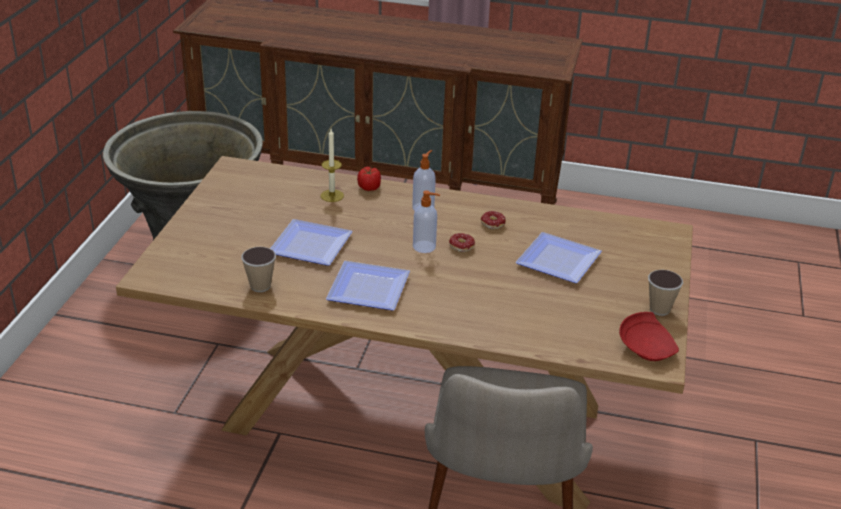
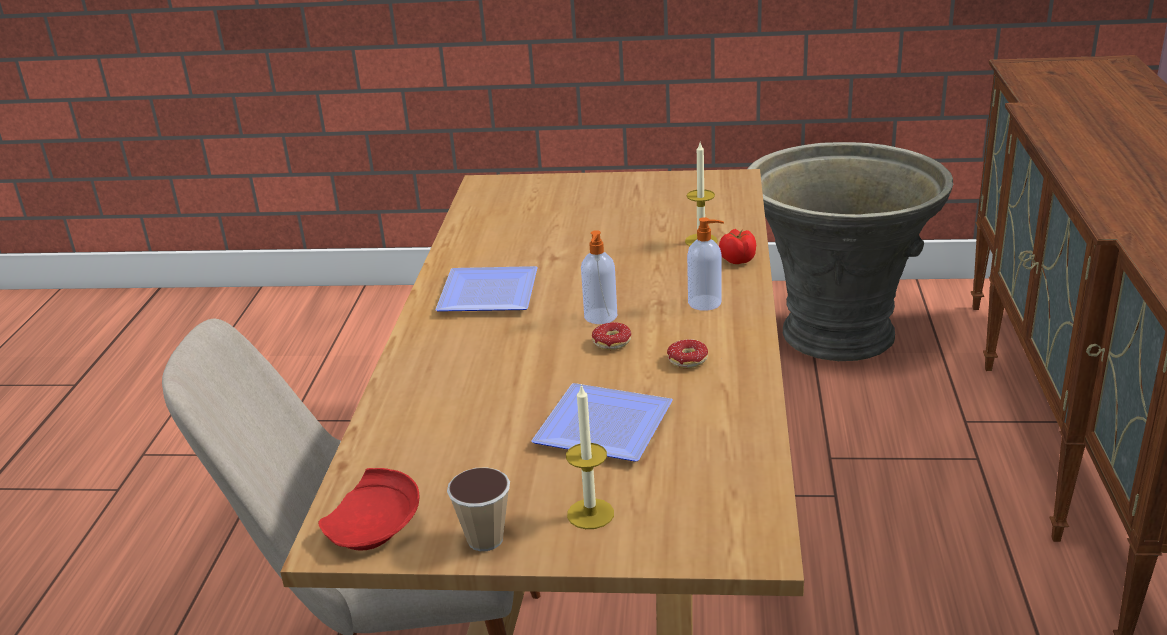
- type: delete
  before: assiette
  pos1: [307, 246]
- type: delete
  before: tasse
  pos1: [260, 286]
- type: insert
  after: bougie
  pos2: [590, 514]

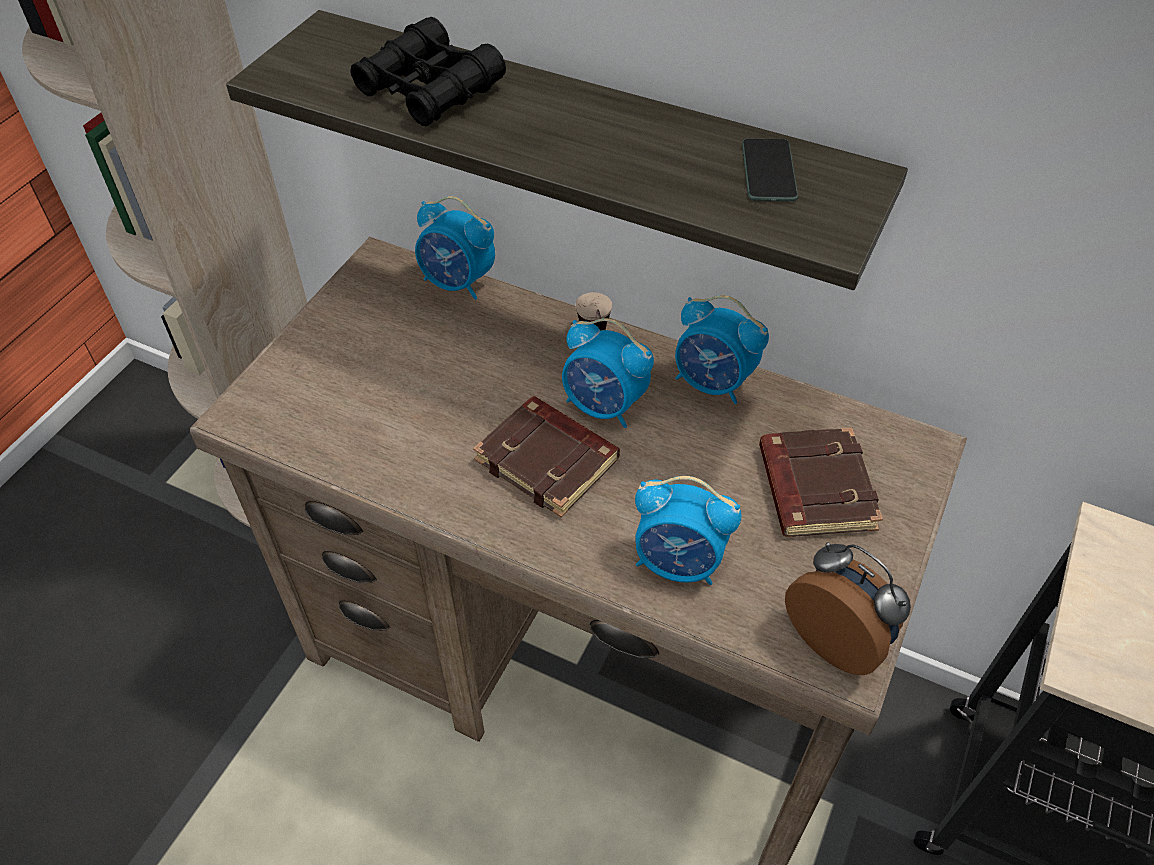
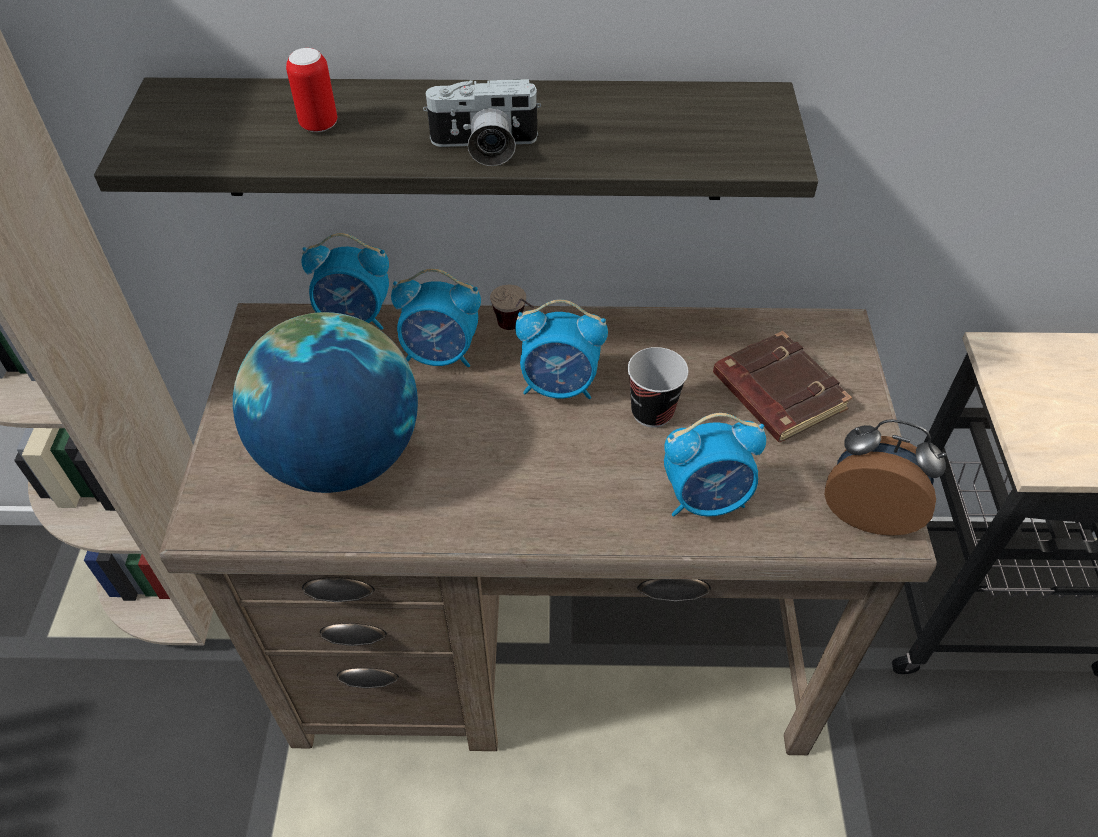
- type: replace
  before: jumelles [noir]
  after: boîte métallique
  pos1: [429, 89]
  pos2: [319, 125]
- type: delete
  before: téléphone
  pos1: [768, 171]
- type: move
  before: réveil
  pos1: [713, 383]
  pos2: [441, 355]
- type: delete
  before: livre [marron]
  pos1: [549, 461]
- type: insert
  after: appareil photo
  pos2: [484, 148]
- type: insert
  after: globe
  pos2: [341, 457]
- type: insert
  after: tasse
  pos2: [652, 412]

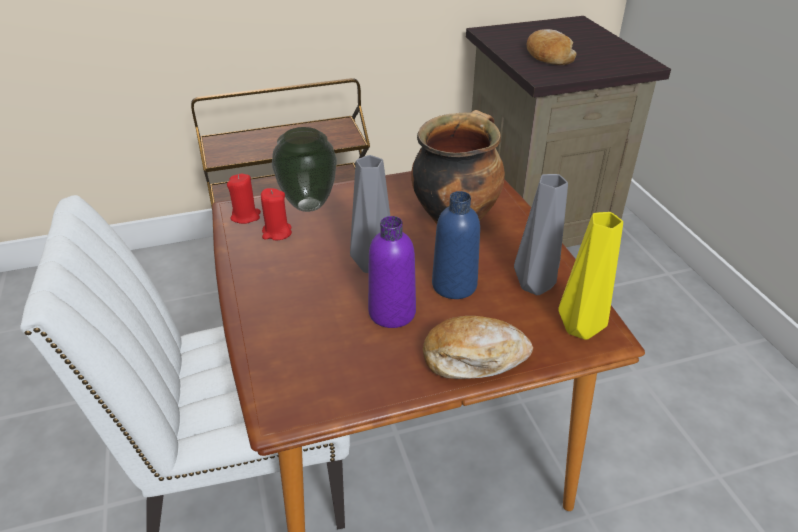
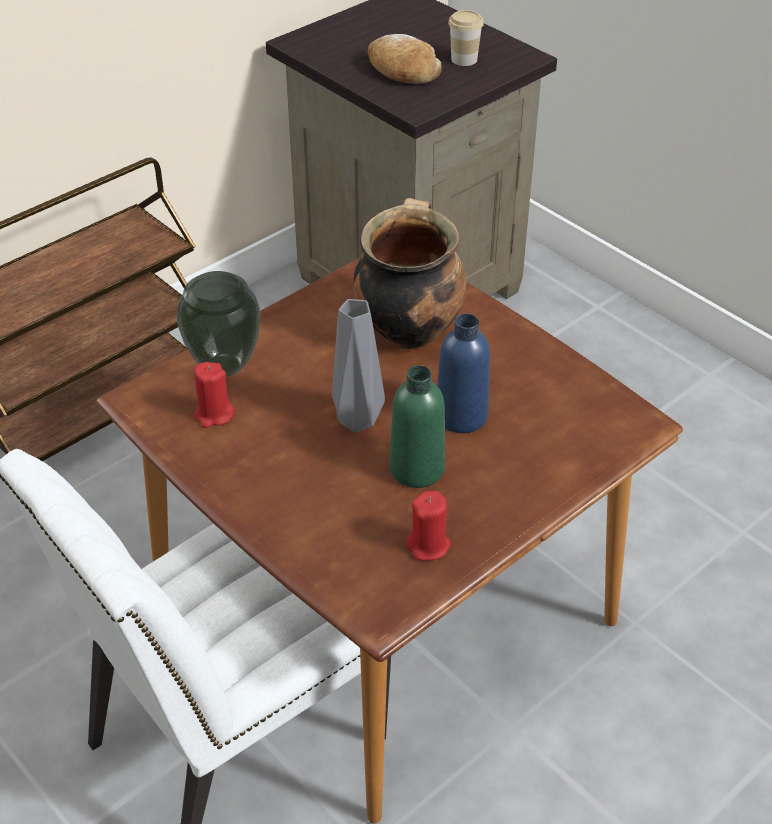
- type: move
  before: bougie [rouge]
  pos1: [246, 216]
  pos2: [428, 545]
- type: delete
  before: vase [gris]
  pos1: [536, 287]
- type: delete
  before: vase [jaune]
  pos1: [580, 327]
- type: recolor
  before: bouteille [violet]
  after: bouteille [vert]
  pos1: [392, 312]
  pos2: [417, 469]
- type: delete
  before: pain
  pos1: [474, 357]
- type: insert
  after: tasse
  pos2: [464, 59]

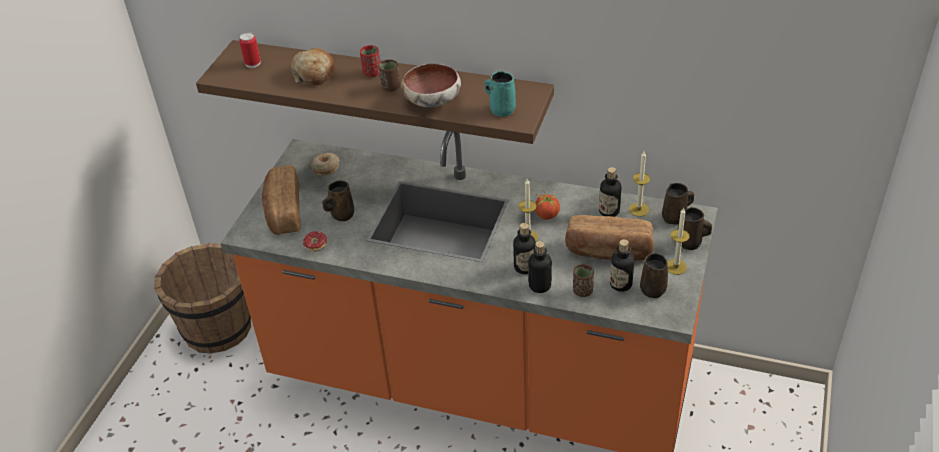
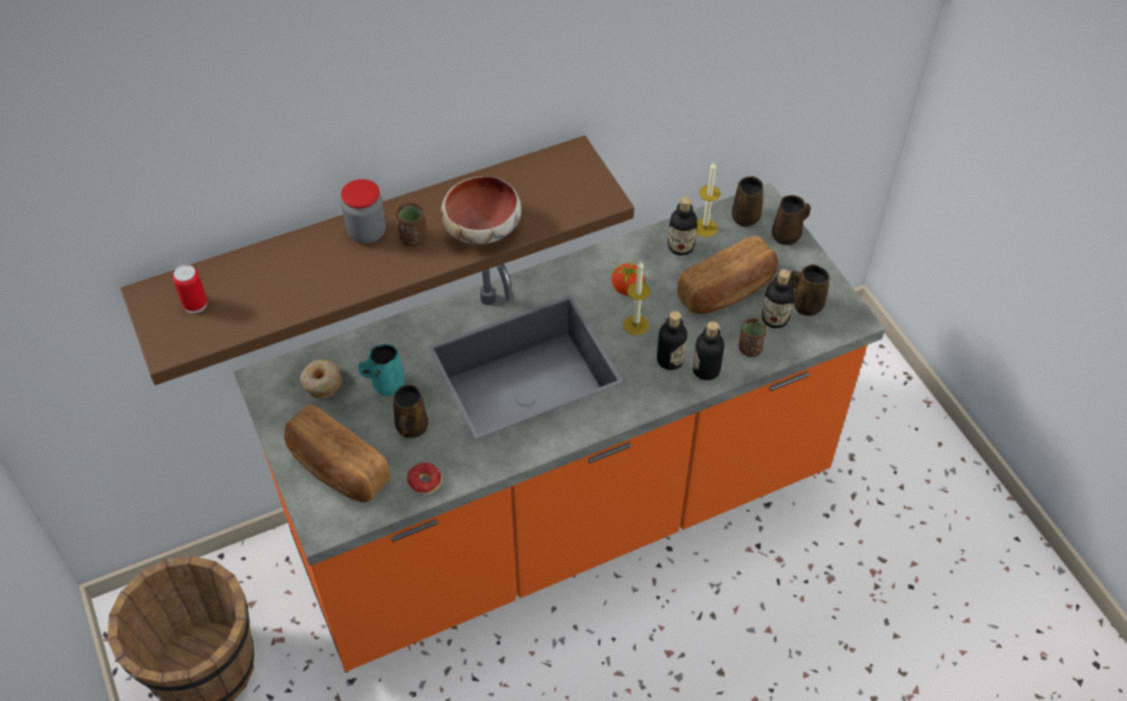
- type: replace
  before: tasse [rouge]
  after: bocal
  pos1: [372, 73]
  pos2: [367, 232]
- type: delete
  before: pain
  pos1: [314, 74]
- type: move
  before: mug [turquoise]
  pos1: [501, 109]
  pos2: [386, 384]
- type: delete
  before: bougie
  pos1: [676, 267]

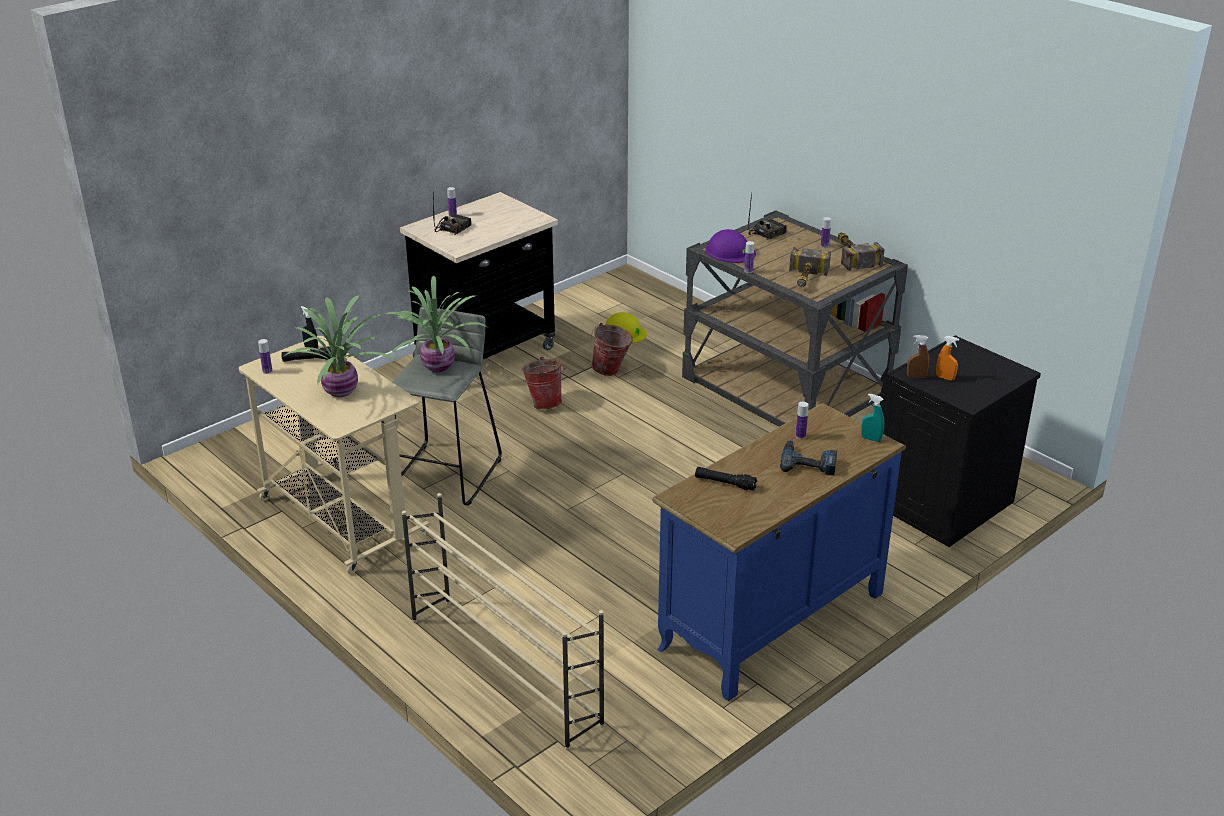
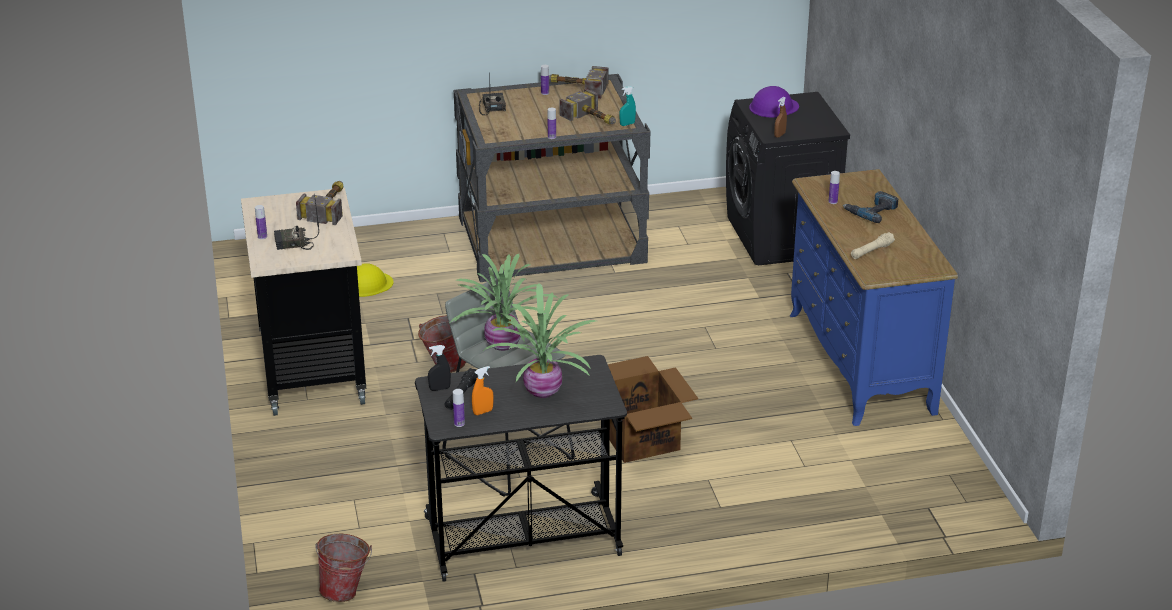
- type: rotate
  before: radio
  pos1: [452, 228]
  pos2: [293, 244]
  turn: -75
- type: move
  before: casque de chantier [violet]
  pos1: [730, 252]
  pos2: [773, 107]
- type: move
  before: seau
  pos1: [611, 371]
  pos2: [346, 591]
- type: recolor
  before: bureau [beige]
  after: bureau [noir]
  pos1: [343, 517]
  pos2: [522, 537]
- type: move
  before: vaporisateur [orange]
  pos1: [945, 378]
  pos2: [483, 412]
- type: move
  before: vaporisateur [turquoise]
  pos1: [871, 439]
  pos2: [627, 124]
- type: recolor
  before: lampe de poche [noir]
  after: lampe de poche [beige]
  pos1: [725, 483]
  pos2: [871, 251]
- type: delete
  before: étagère à chaussures [beige]
  pos1: [503, 670]
- type: insert
  after: marteau
  pos2: [329, 206]
- type: insert
  after: carton
  pos2: [641, 439]

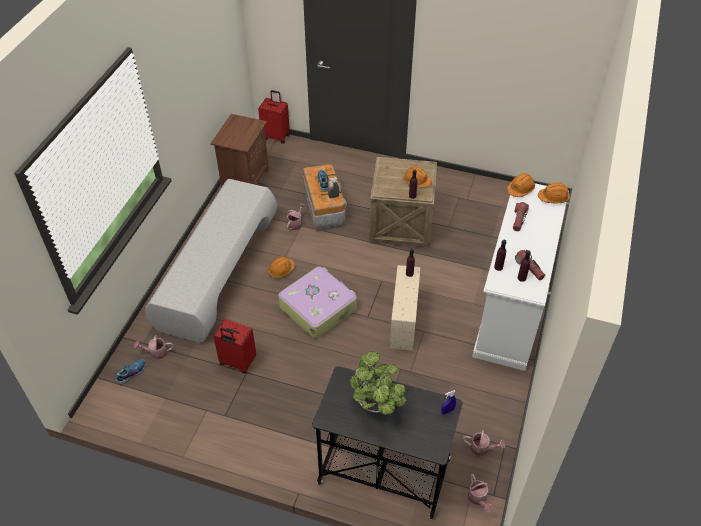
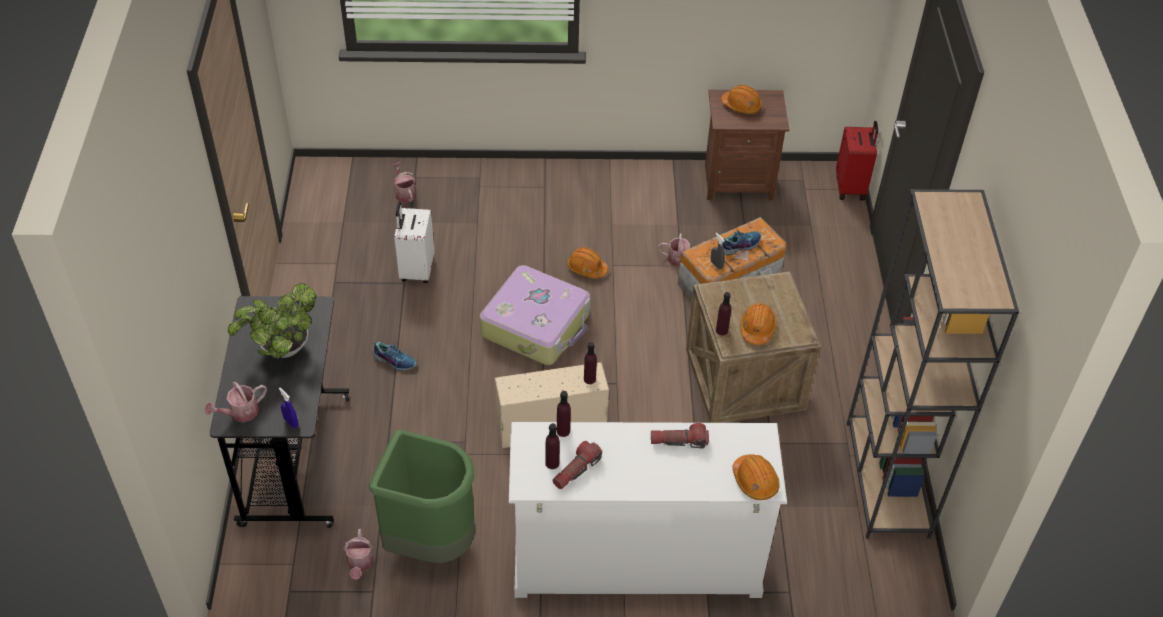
- type: move
  before: casque de chantier [orange]
  pos1: [520, 189]
  pos2: [741, 106]
- type: delete
  before: banc [gris]
  pos1: [217, 270]
- type: recolor
  before: valise [rouge]
  after: valise [blanc]
  pos1: [237, 362]
  pos2: [416, 270]
- type: move
  before: chaussure
  pos1: [131, 373]
  pos2: [395, 360]
- type: move
  before: arrosoir
  pos1: [478, 499]
  pos2: [240, 413]
- type: insert
  after: bibliothèque
  pos2: [888, 480]
- type: insert
  after: poubelle [vert]
  pos2: [430, 542]

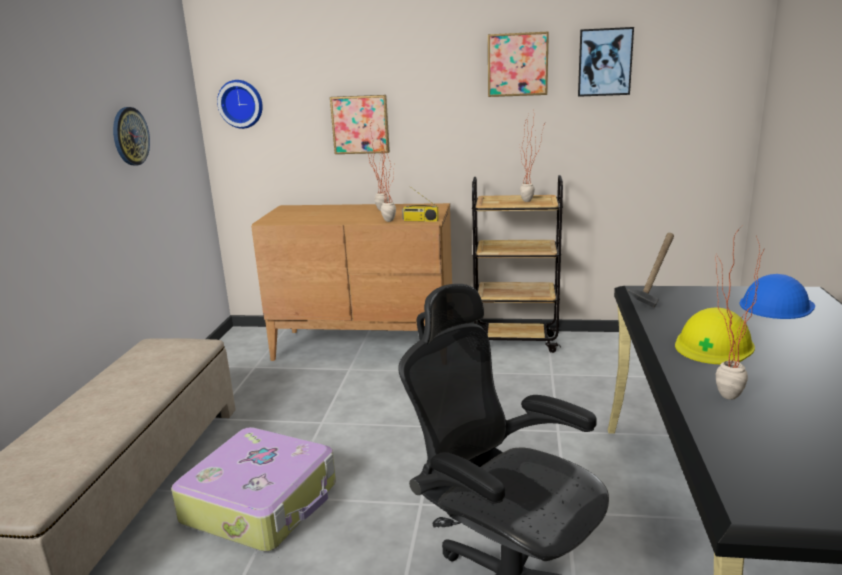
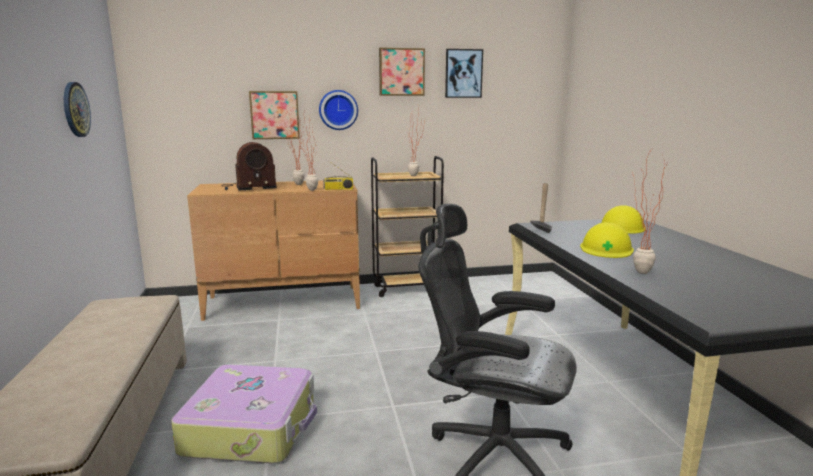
- type: move
  before: horloge murale
  pos1: [241, 104]
  pos2: [338, 110]
- type: recolor
  before: casque de chantier [bleu]
  after: casque de chantier [jaune]
  pos1: [776, 305]
  pos2: [622, 227]
- type: insert
  after: radio
  pos2: [248, 187]

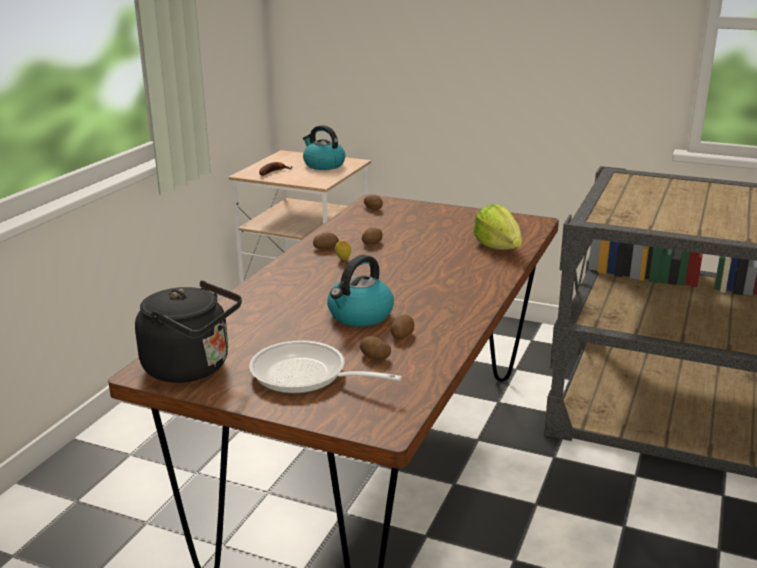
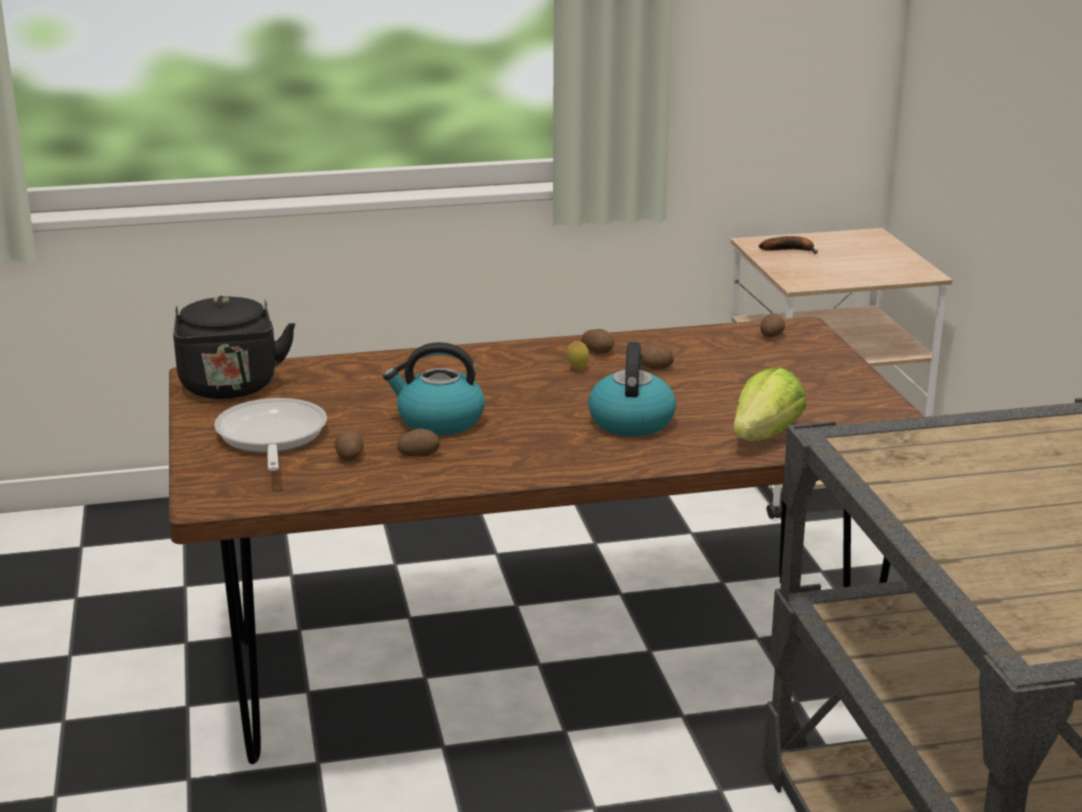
- type: move
  before: bouilloire
  pos1: [323, 165]
  pos2: [631, 421]

